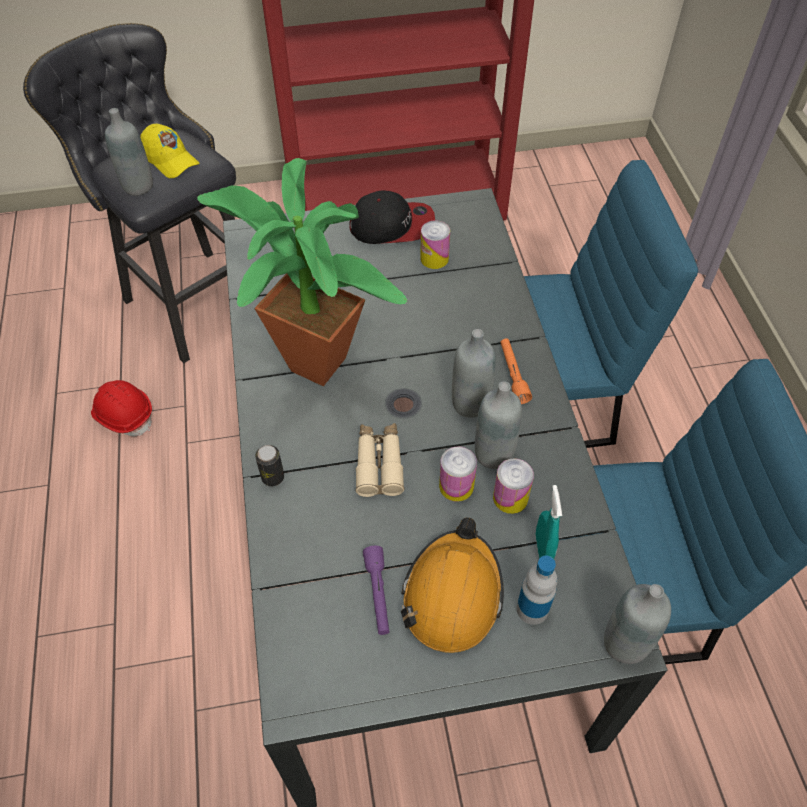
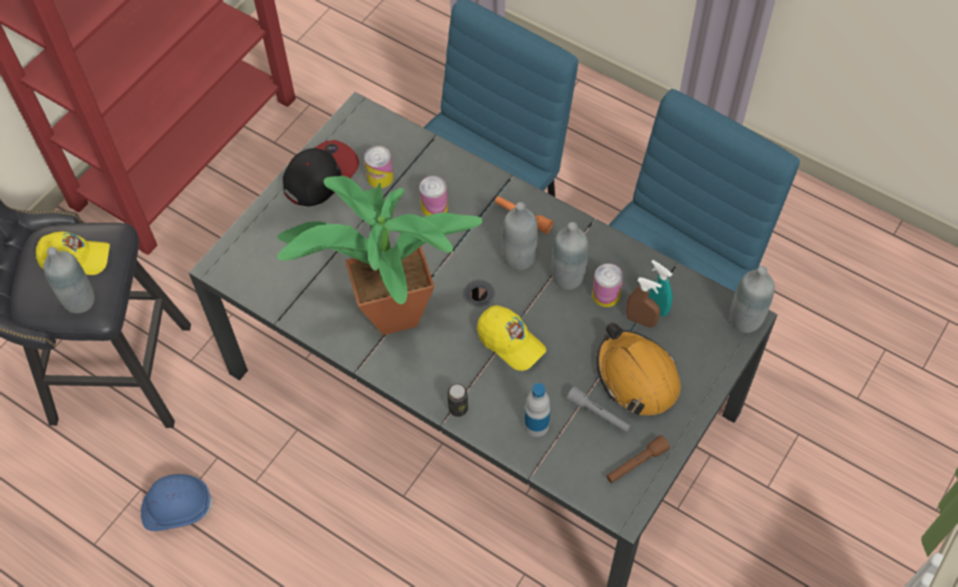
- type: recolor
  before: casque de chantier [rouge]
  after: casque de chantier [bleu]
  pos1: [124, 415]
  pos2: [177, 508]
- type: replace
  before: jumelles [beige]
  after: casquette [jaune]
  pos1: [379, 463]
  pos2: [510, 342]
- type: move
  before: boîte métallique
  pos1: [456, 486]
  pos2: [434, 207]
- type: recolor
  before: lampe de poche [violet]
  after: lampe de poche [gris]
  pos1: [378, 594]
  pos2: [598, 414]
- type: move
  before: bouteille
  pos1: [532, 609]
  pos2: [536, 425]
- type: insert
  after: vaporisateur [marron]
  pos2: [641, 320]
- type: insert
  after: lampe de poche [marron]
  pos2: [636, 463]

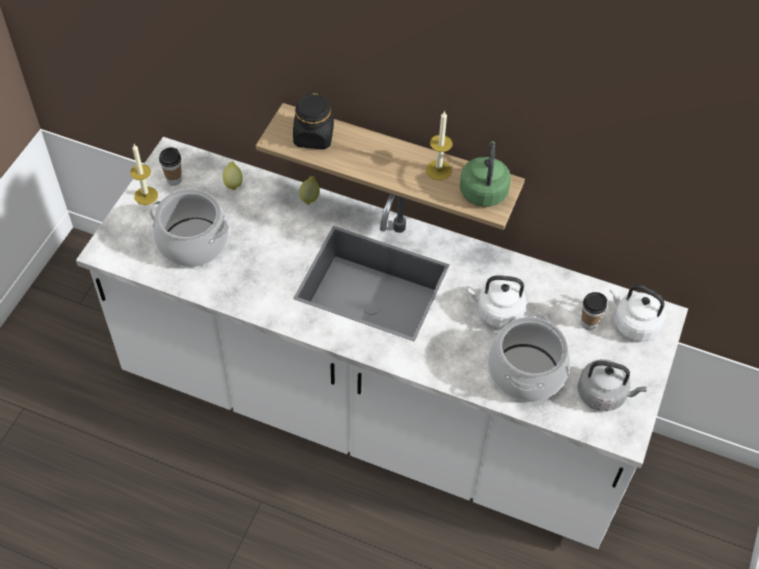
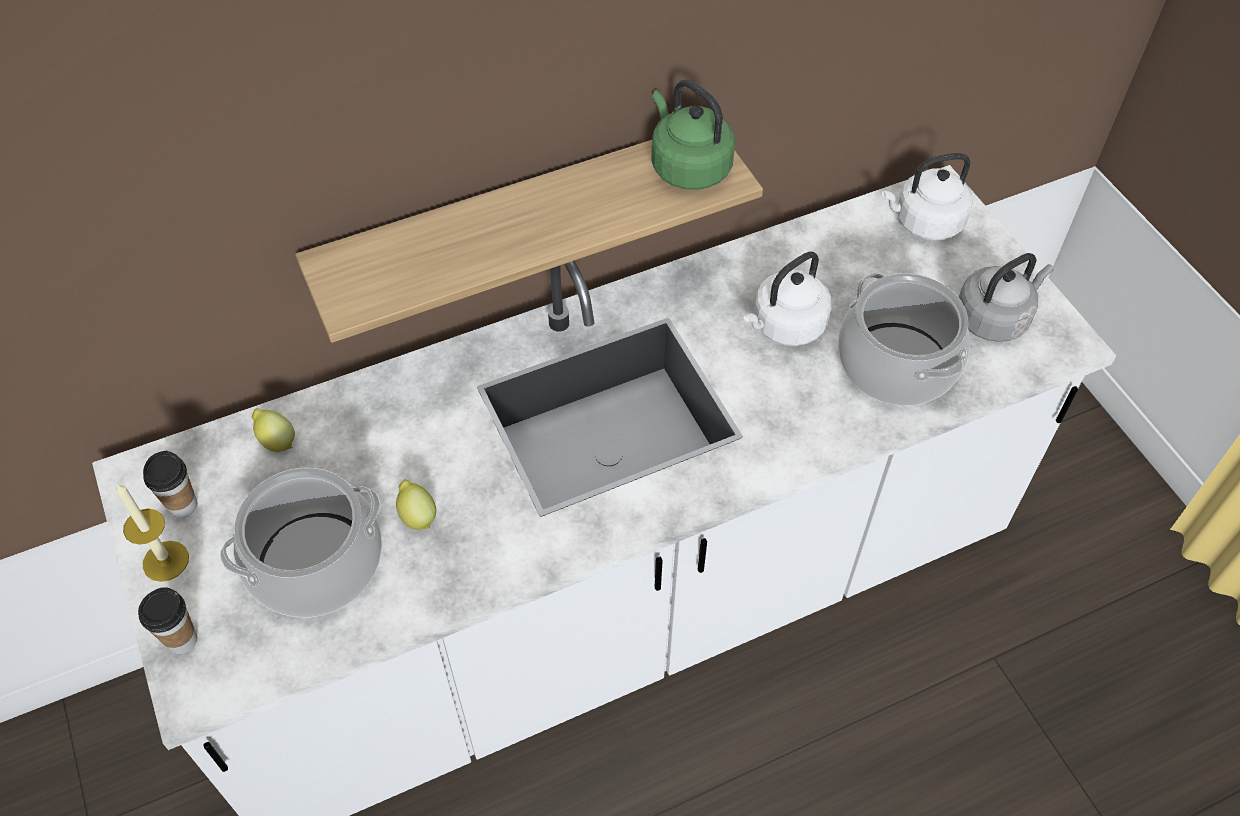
- type: delete
  before: bocal [noir]
  pos1: [313, 137]
- type: delete
  before: bougie
  pos1: [438, 170]
- type: move
  before: citron
  pos1: [310, 197]
  pos2: [417, 515]
- type: move
  before: tasse
  pos1: [588, 323]
  pos2: [182, 640]

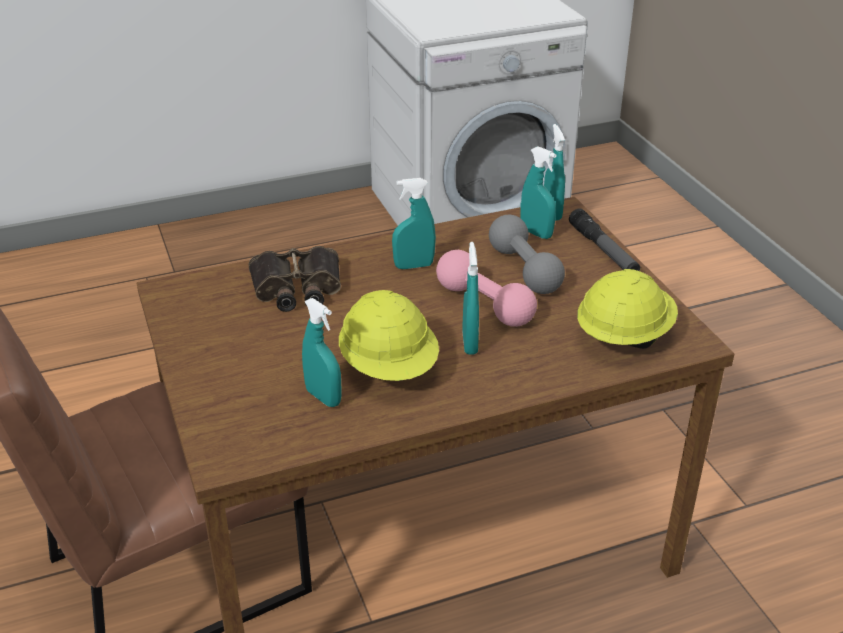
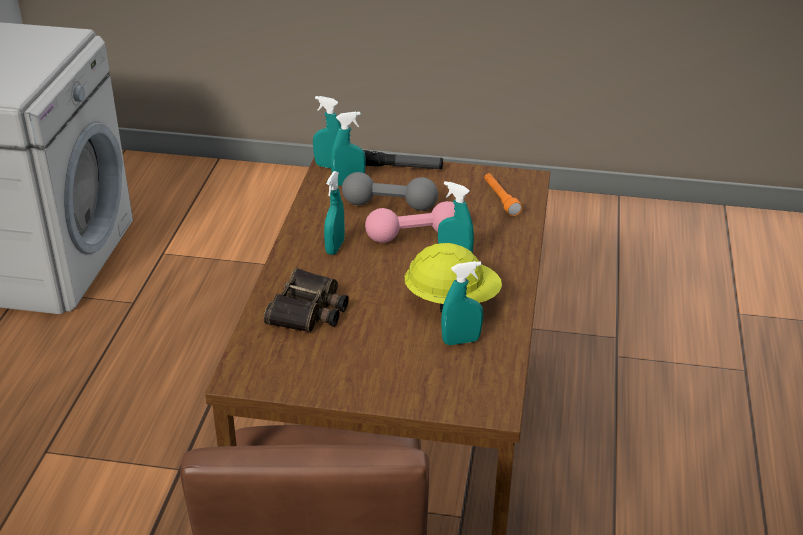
- type: replace
  before: casque de chantier [jaune]
  after: lampe de poche [orange]
  pos1: [623, 336]
  pos2: [500, 199]

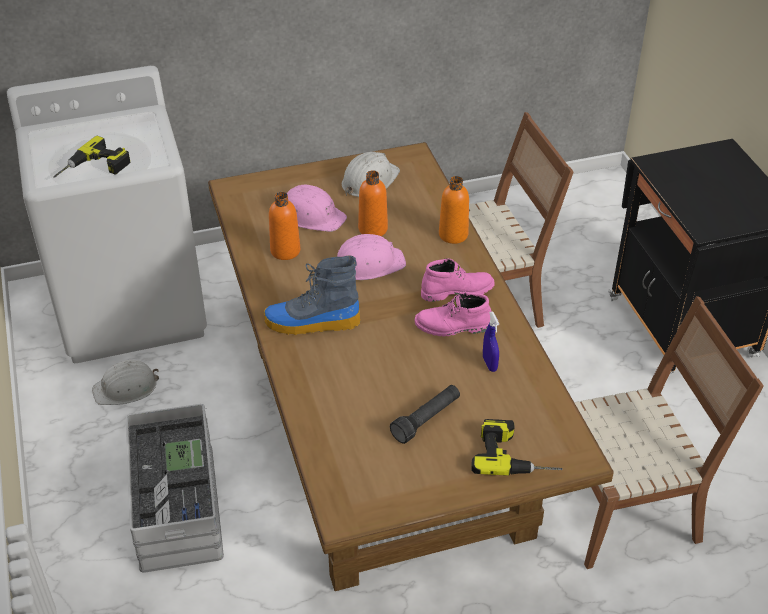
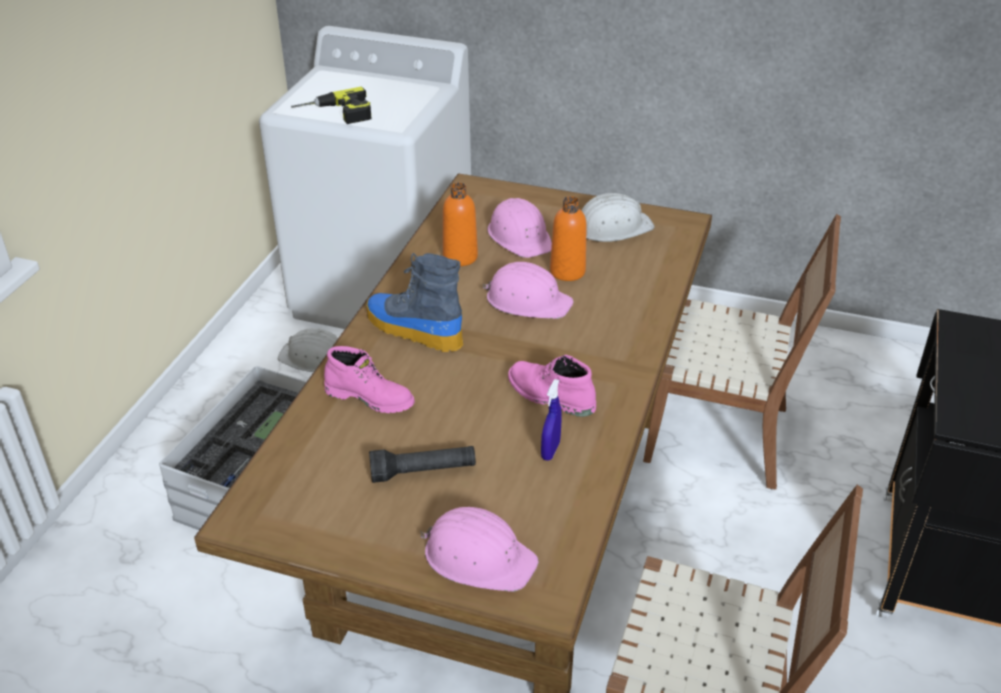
- type: delete
  before: bouteille [orange]
  pos1: [453, 235]
- type: move
  before: botte [rose]
  pos1: [457, 290]
  pos2: [370, 397]
- type: replace
  before: perceuse
  after: casque de chantier [rose]
  pos1: [516, 454]
  pos2: [478, 557]

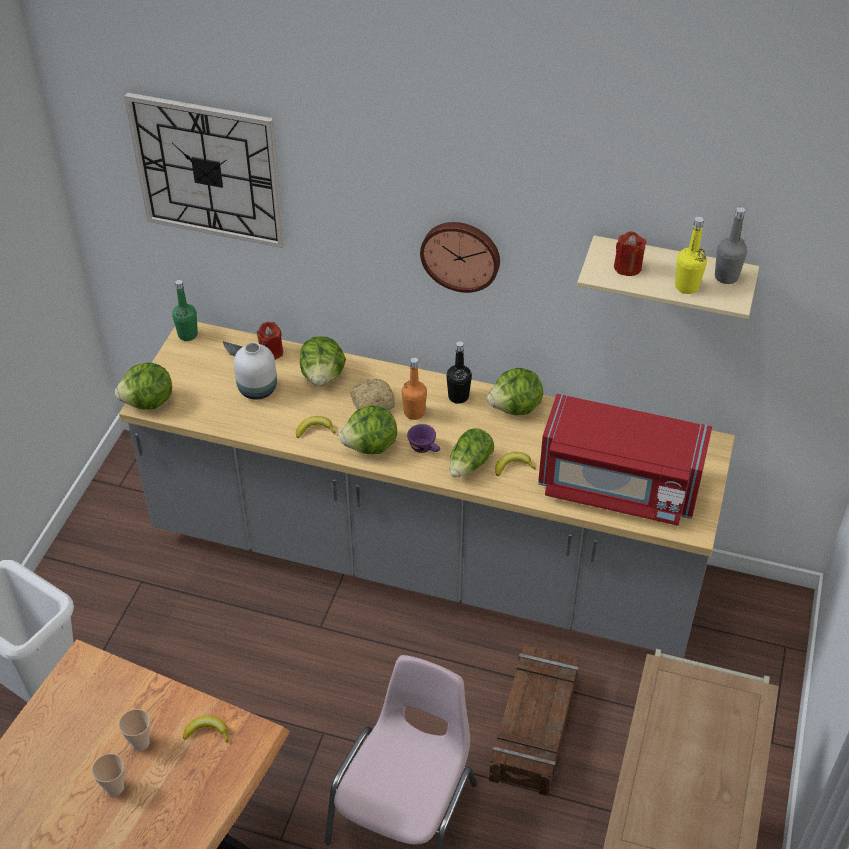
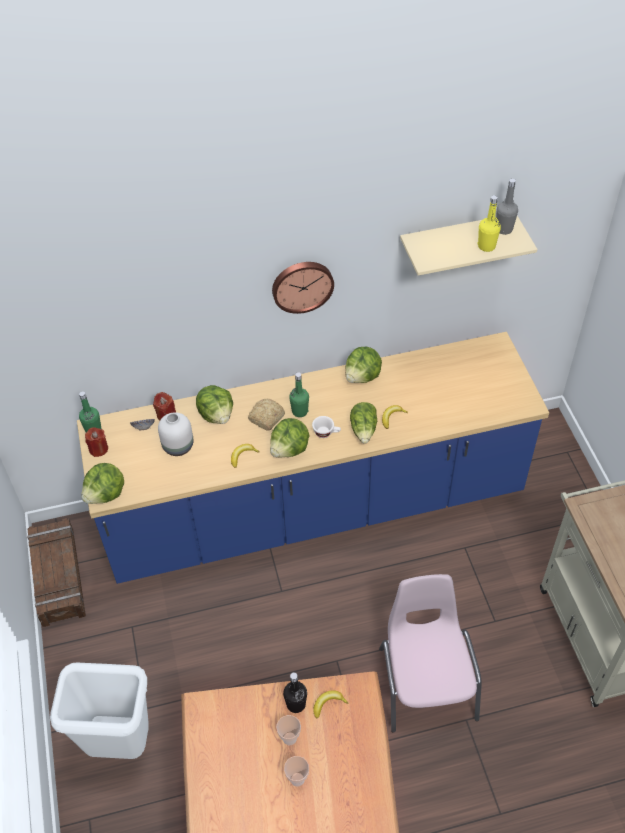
- type: delete
  before: horloge murale
  pos1: [208, 170]
- type: move
  before: bougie [rouge]
  pos1: [627, 267]
  pos2: [98, 449]
- type: recolor
  before: comptoir de cuisine [gris]
  after: comptoir de cuisine [bleu]
  pos1: [424, 558]
  pos2: [315, 508]
- type: move
  before: bouteille [noir]
  pos1: [458, 397]
  pos2: [296, 704]
- type: recolor
  before: bouteille [orange]
  after: bouteille [vert]
  pos1: [414, 413]
  pos2: [299, 411]
- type: delete
  before: micro-ondes [rouge]
  pos1: [618, 487]
- type: recolor
  before: tasse [violet]
  after: tasse [blanc]
  pos1: [425, 448]
  pos2: [326, 433]
- type: move
  before: caisse
  pos1: [533, 725]
  pos2: [57, 577]

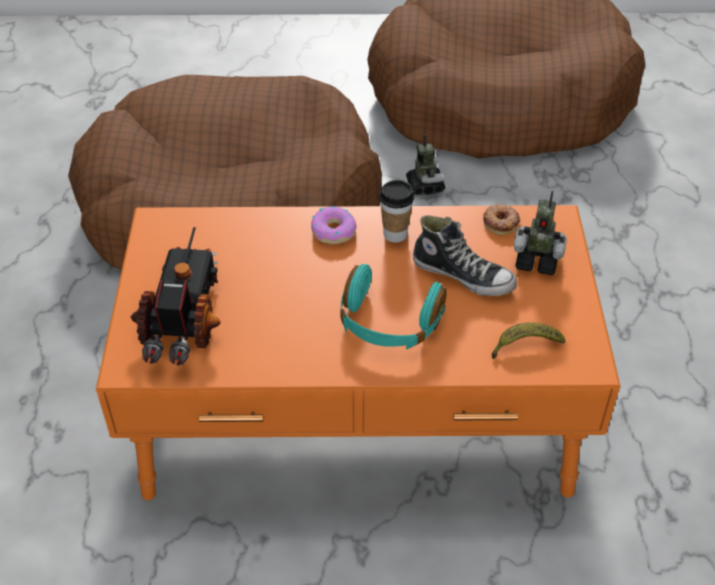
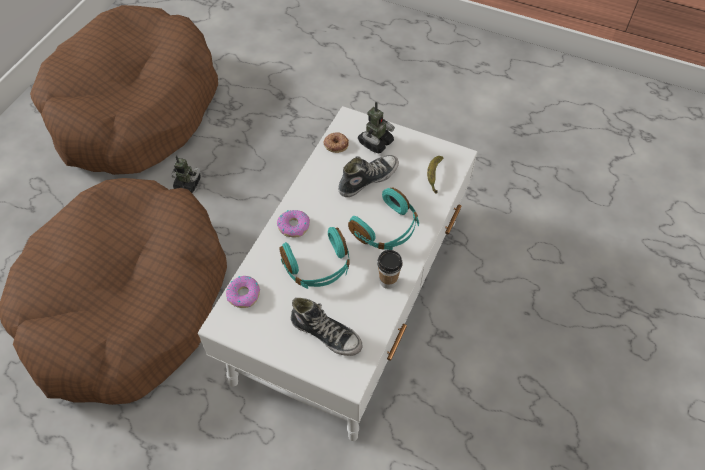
- type: move
  before: tasse
  pos1: [395, 234]
  pos2: [388, 281]
- type: recolor
  before: table basse [orange]
  after: table basse [blanc]
  pos1: [360, 413]
  pos2: [350, 296]
- type: replace
  before: camion jouet
  after: chaussure
  pos1: [185, 319]
  pos2: [326, 334]
- type: insert
  after: casque audio [turquoise]
  pos2: [318, 267]
- type: insert
  after: beignet
  pos2: [244, 294]

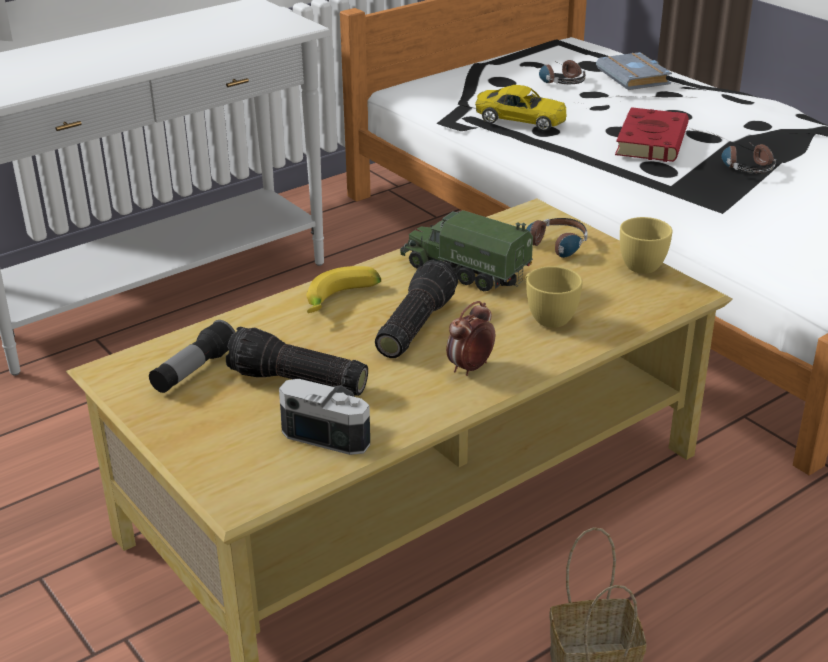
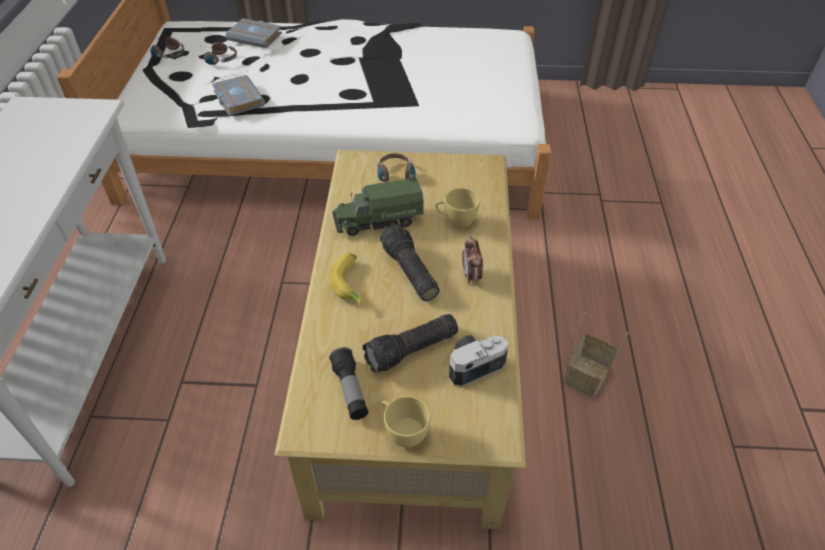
- type: replace
  before: petite voiture [jaune]
  after: livre [gris]
  pos1: [520, 119]
  pos2: [237, 99]
- type: delete
  before: livre [rouge]
  pos1: [651, 140]
- type: move
  before: casque audio
  pos1: [745, 166]
  pos2: [166, 53]
- type: move
  before: tasse [jaune]
  pos1: [641, 264]
  pos2: [403, 432]

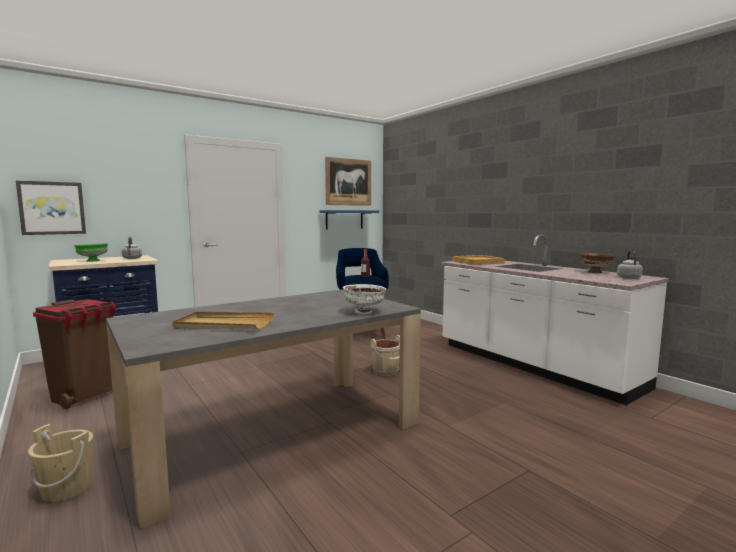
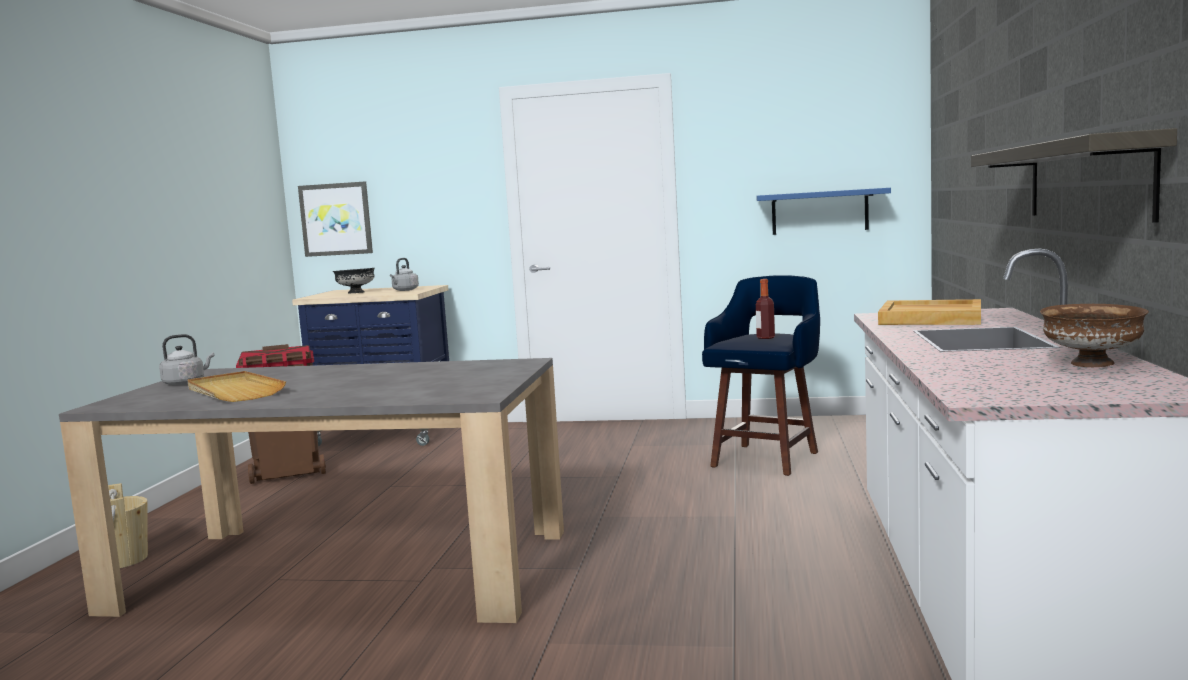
- type: delete
  before: tableau
  pos1: [348, 182]
- type: recolor
  before: bol [vert]
  after: bol [noir]
  pos1: [92, 261]
  pos2: [355, 293]
- type: move
  before: bouilloire [gris]
  pos1: [628, 277]
  pos2: [186, 383]
- type: delete
  before: bol [blanc]
  pos1: [364, 312]
- type: delete
  before: seau [beige]
  pos1: [386, 371]
- type: insert
  after: étagère
  pos2: [1086, 180]

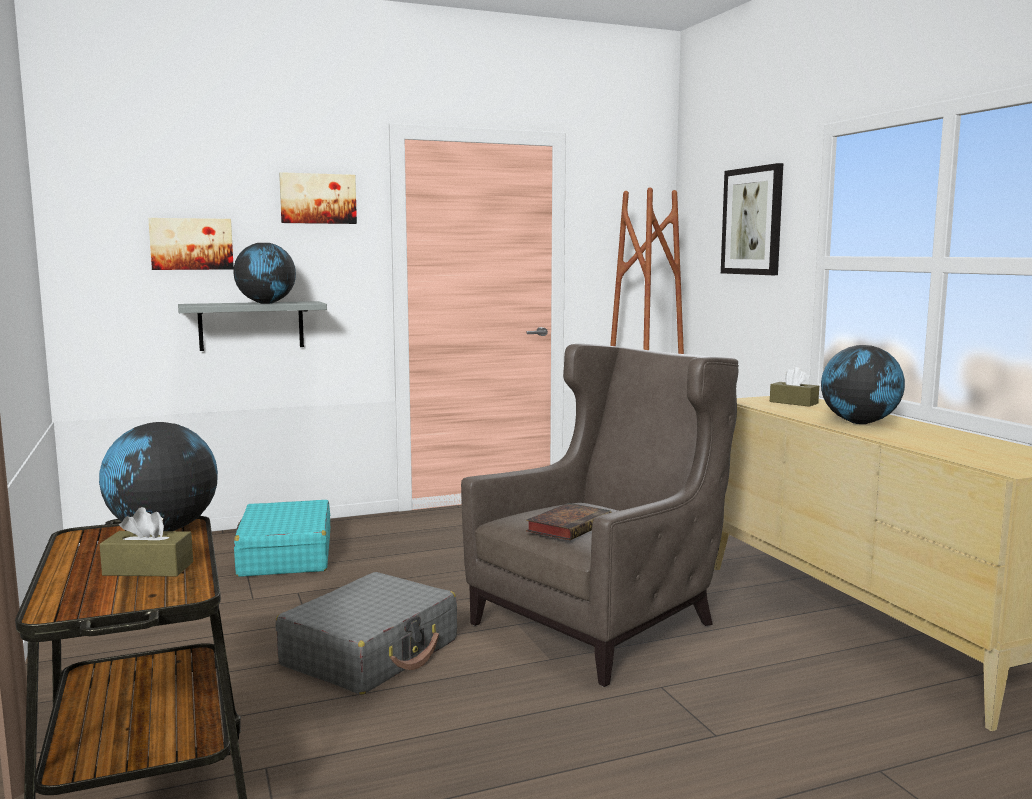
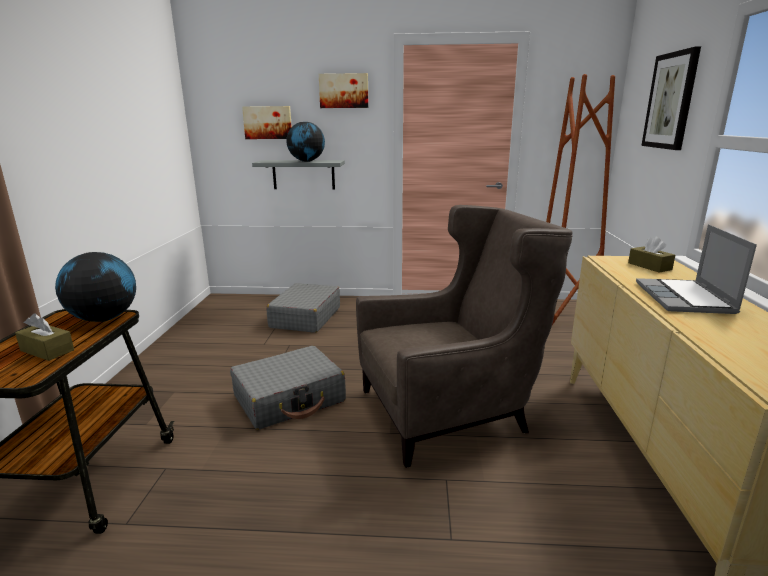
- type: replace
  before: globe
  after: ordinateur portable
  pos1: [860, 422]
  pos2: [685, 298]
- type: recolor
  before: valise [turquoise]
  after: valise [gris]
  pos1: [285, 555]
  pos2: [305, 317]
- type: delete
  before: livre
  pos1: [570, 526]

